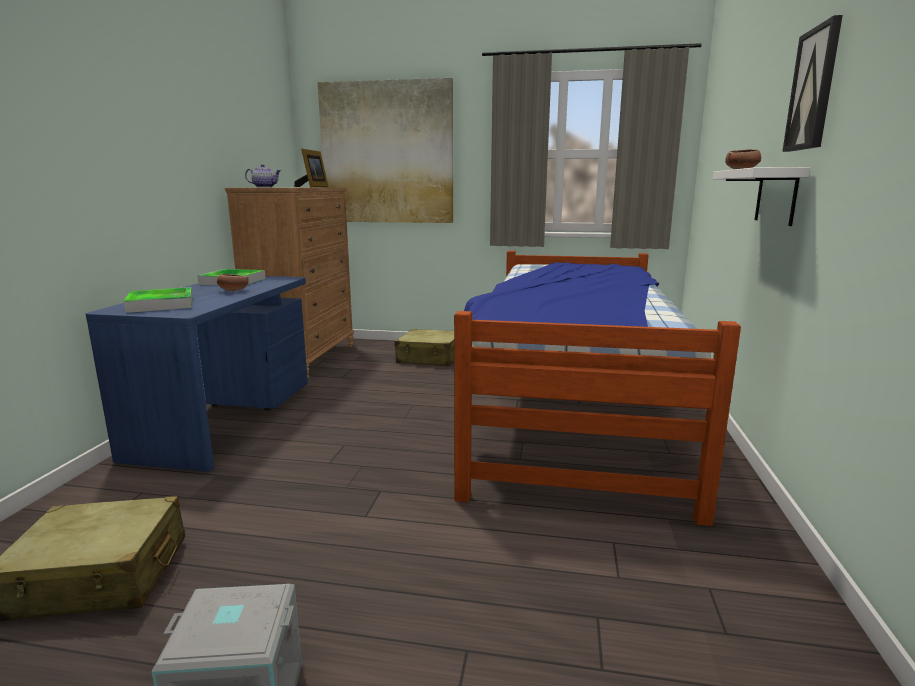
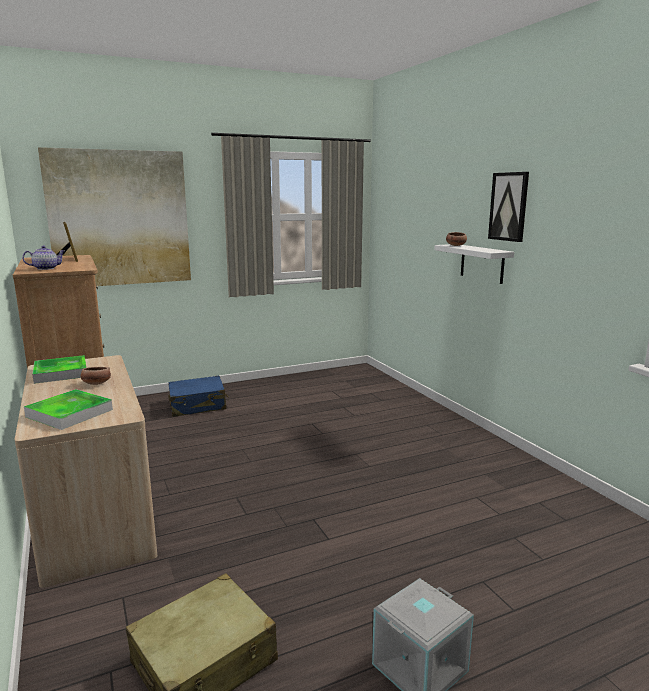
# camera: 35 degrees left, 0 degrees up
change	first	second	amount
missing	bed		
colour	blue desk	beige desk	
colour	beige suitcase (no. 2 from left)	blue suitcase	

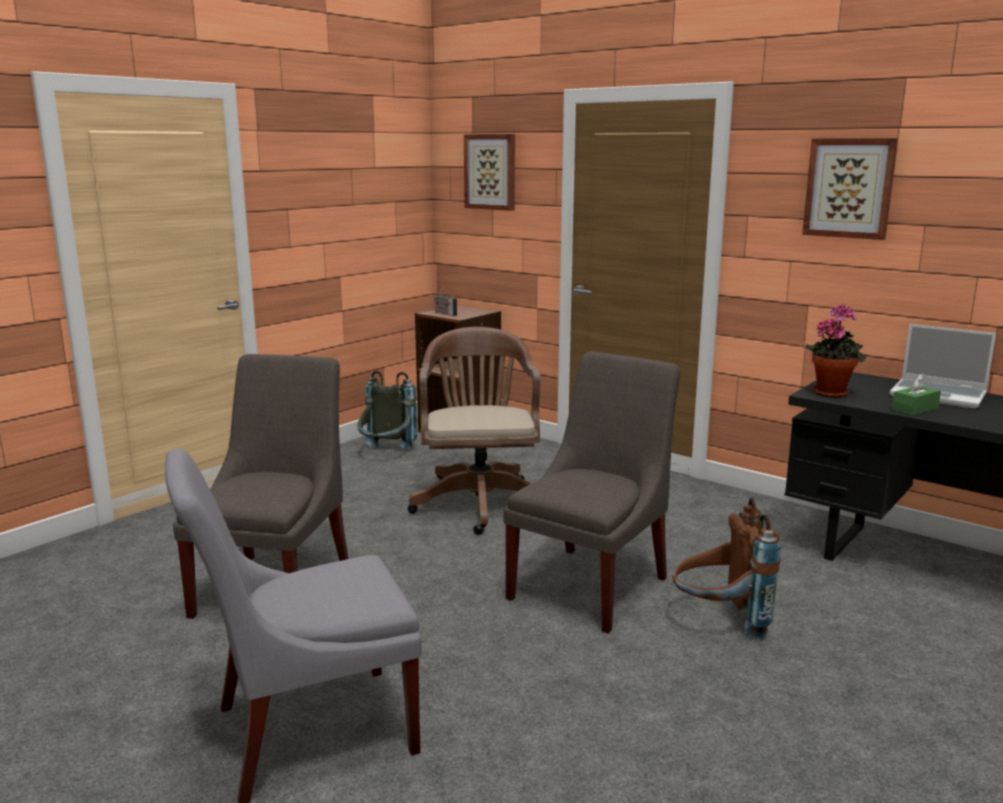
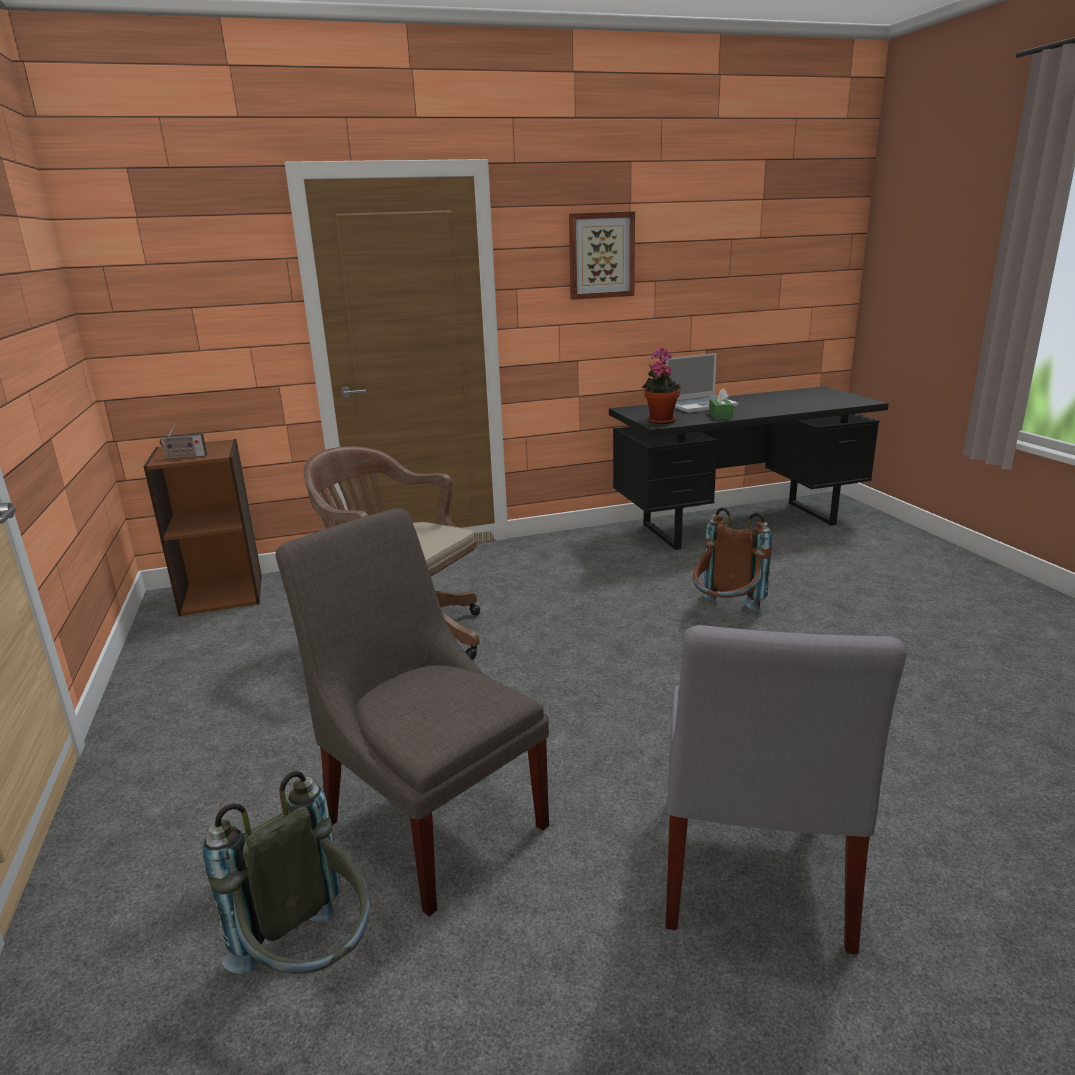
# camera: 55 degrees left, 5 degrees up
change	first	second	amount
missing	picture (no. 1 from left)		
missing	grey chair (no. 3 from left)		
relocated	grey backpack		

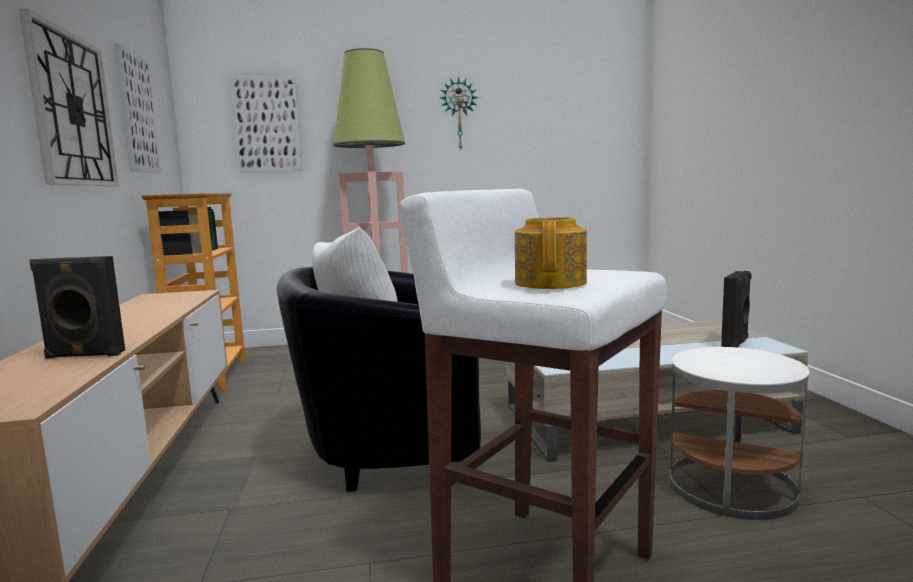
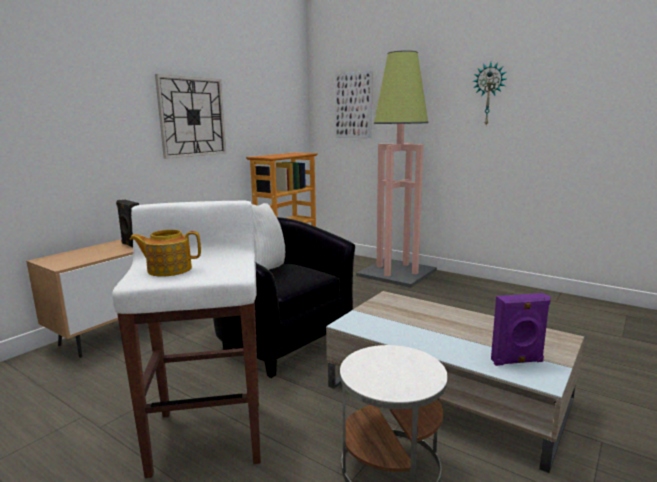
# camera: 45 degrees right, 5 degrees up
change	first	second	amount
missing	picture (no. 1 from left)		
colour	black speaker (no. 2 from left)	purple speaker	
spun	teapot		150 degrees counterclockwise

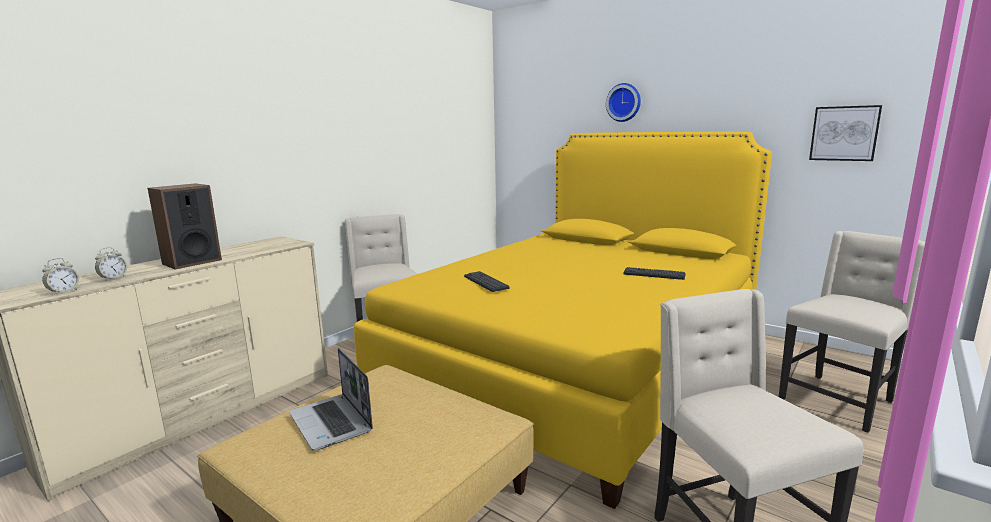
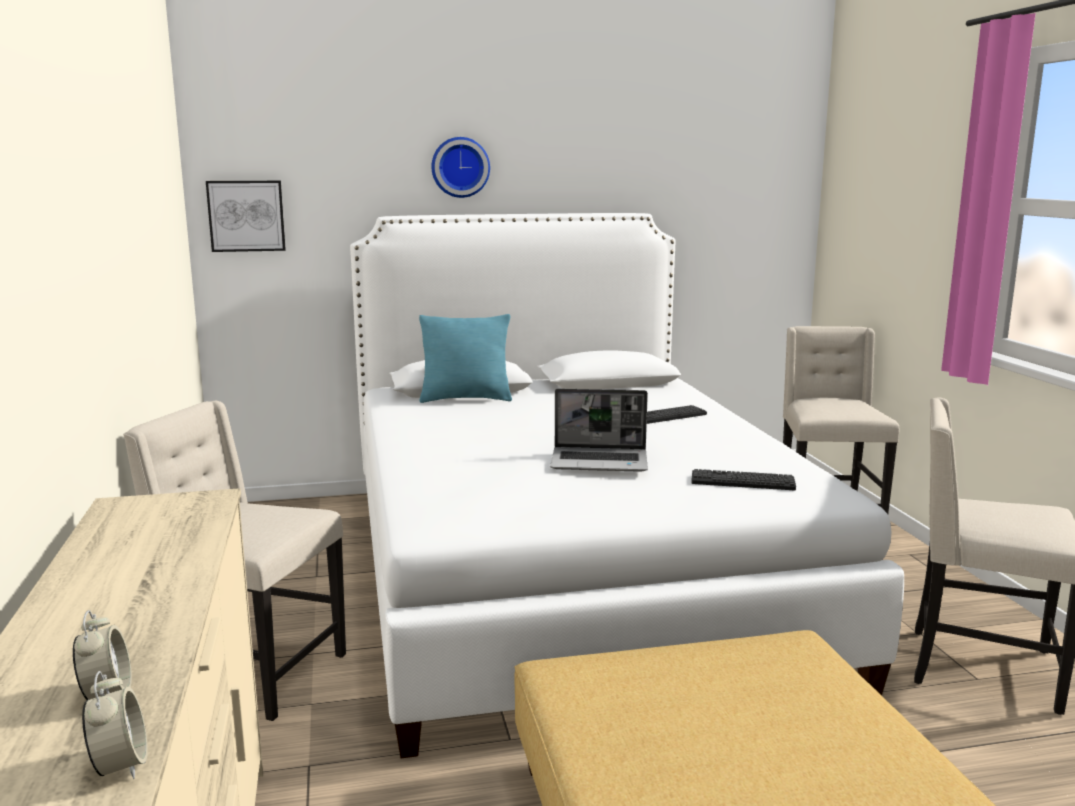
# camera: 50 degrees left, 0 degrees up
change	first	second	amount
missing	speaker		
appeared		turquoise pillow	
relocated	laptop		
relocated	keyboard (no. 1 from left in the first image)	keyboard (no. 2 from left)	
relocated	picture		
colour	yellow bed	white bed	

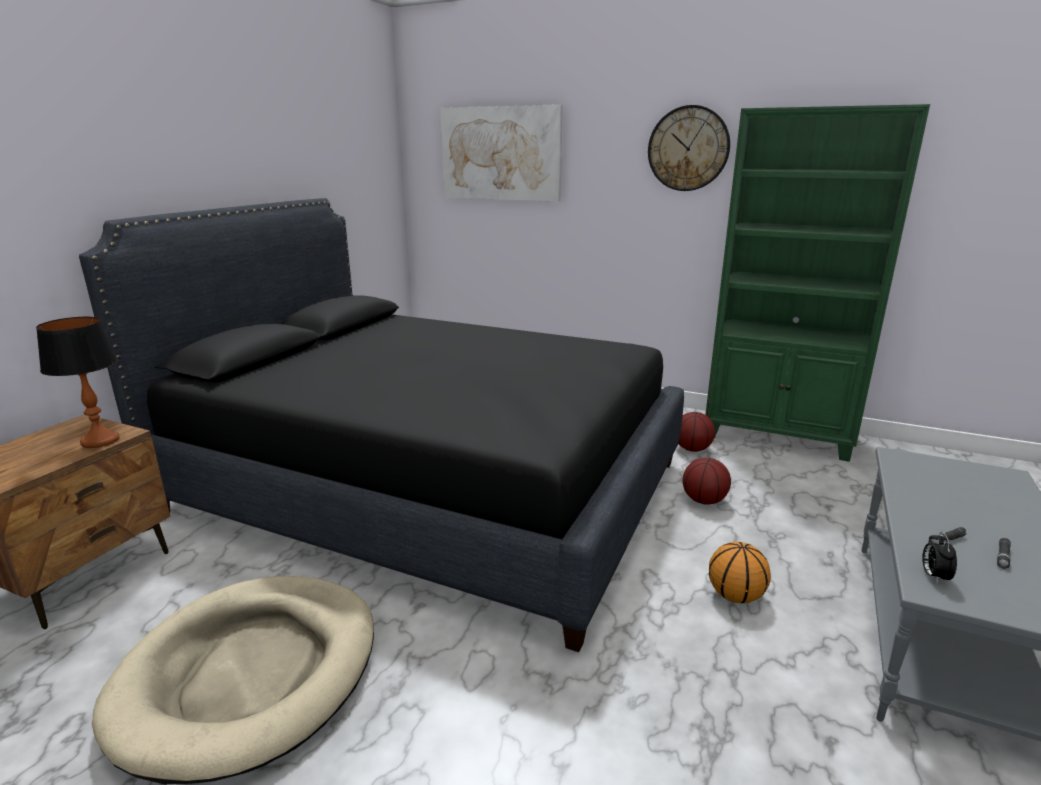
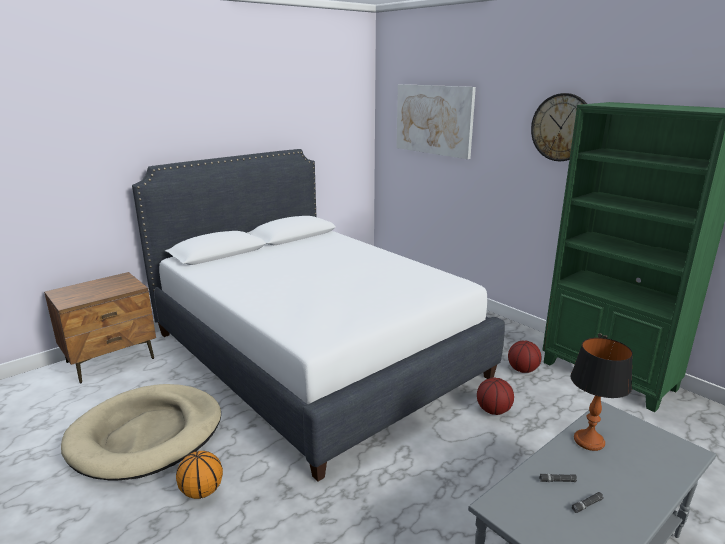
# camera: 25 degrees right, 0 degrees up
change	first	second	amount
missing	alarm clock		
relocated	table lamp		
relocated	basketball (no. 3 from left in the first image)	basketball (no. 1 from left)	
colour	black bed	white bed	

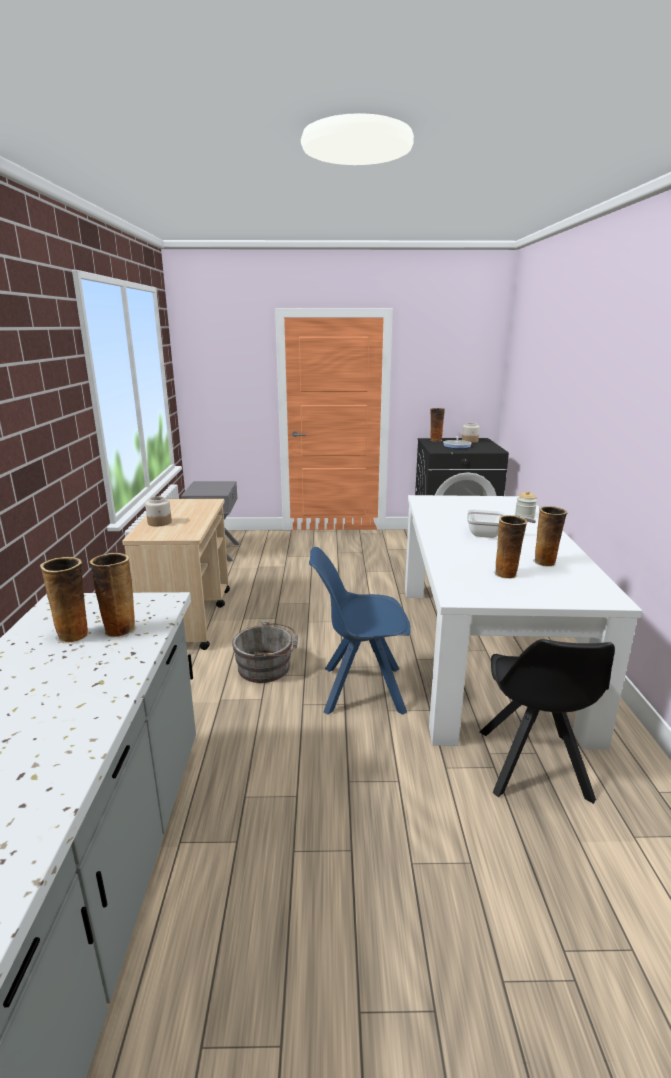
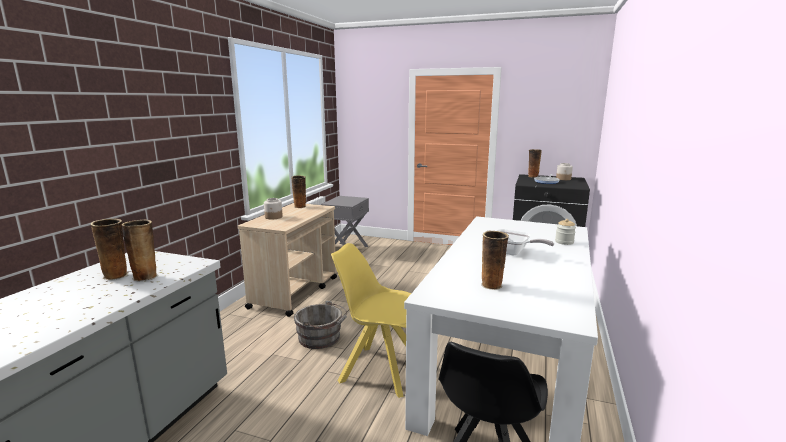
# camera: 20 degrees right, 5 degrees down
change	first	second	amount
relocated	vase (no. 5 from left in the first image)	vase (no. 3 from left)	
colour	blue chair	yellow chair	

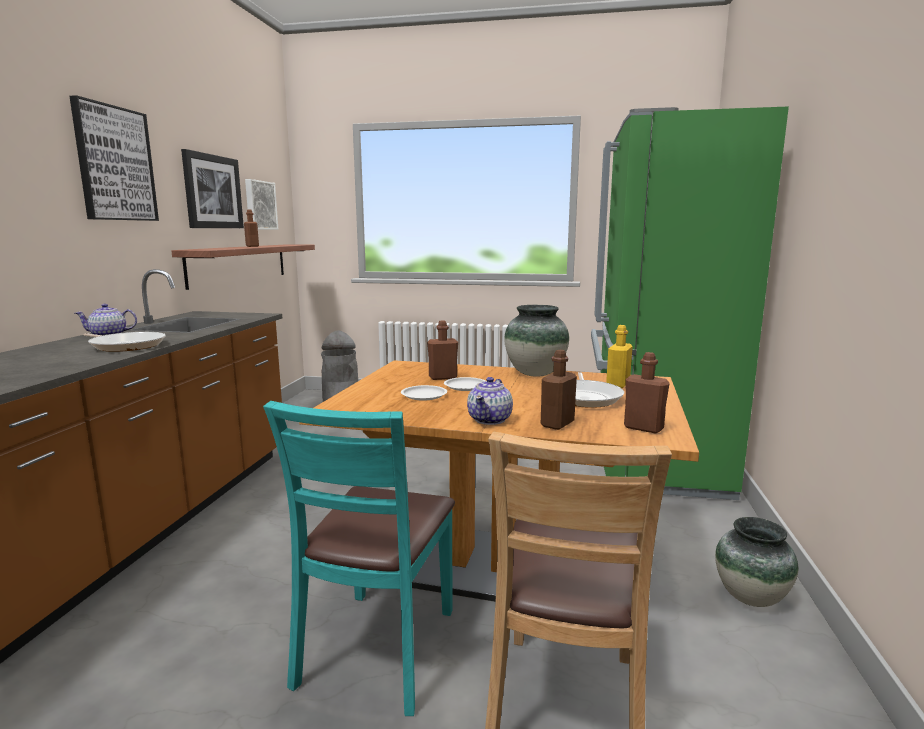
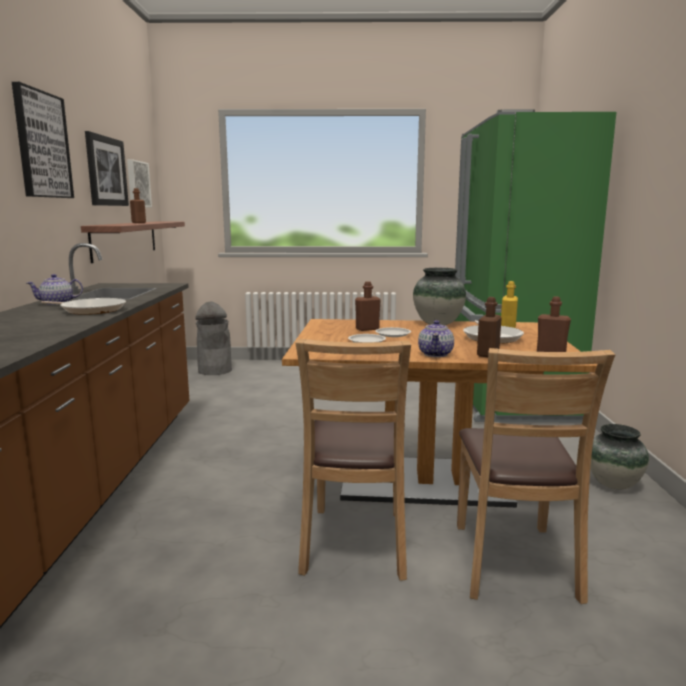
# camera: 10 degrees left, 0 degrees up
change	first	second	amount
colour	turquoise chair	brown chair (no. 1 from left)	

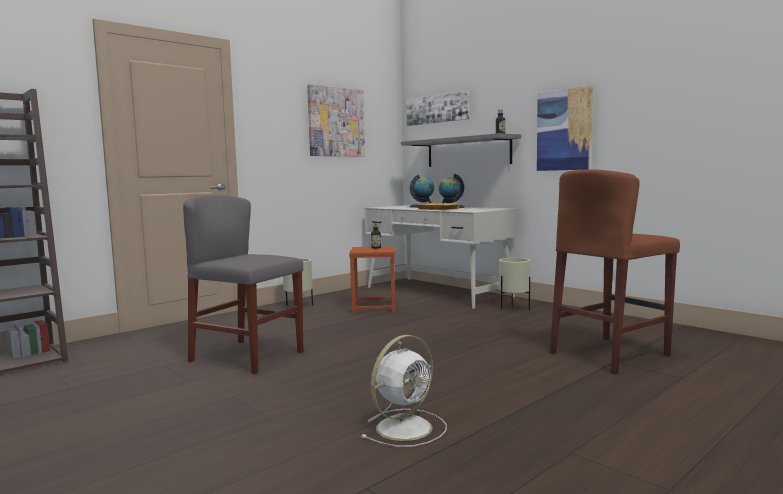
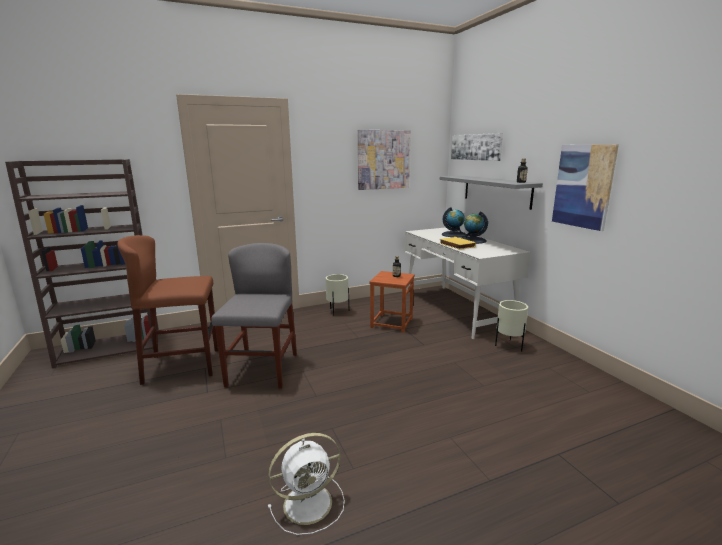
# camera: 20 degrees right, 10 degrees up
change	first	second	amount
relocated	brown stool (no. 2 from left in the first image)	brown stool (no. 1 from left)	
spun	grey chair		45 degrees clockwise

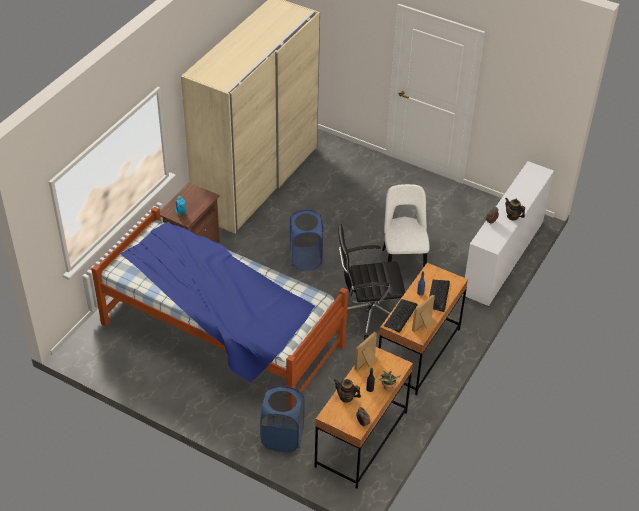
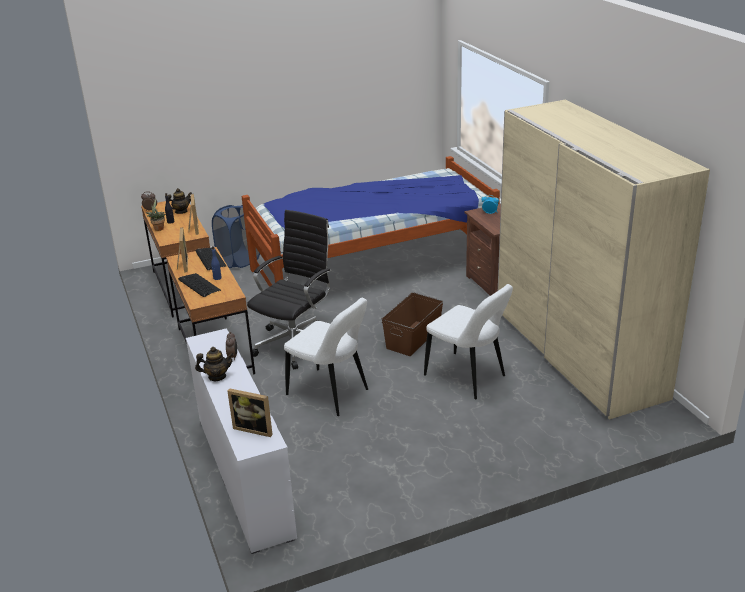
# camera: 130 degrees right, 15 degrees down
change	first	second	amount
appeared		picture frame (no. 3 from left)	
appeared		white chair (no. 2 from left)	
exchanged	blue laundry basket (no. 2 from left)	brown storage box	

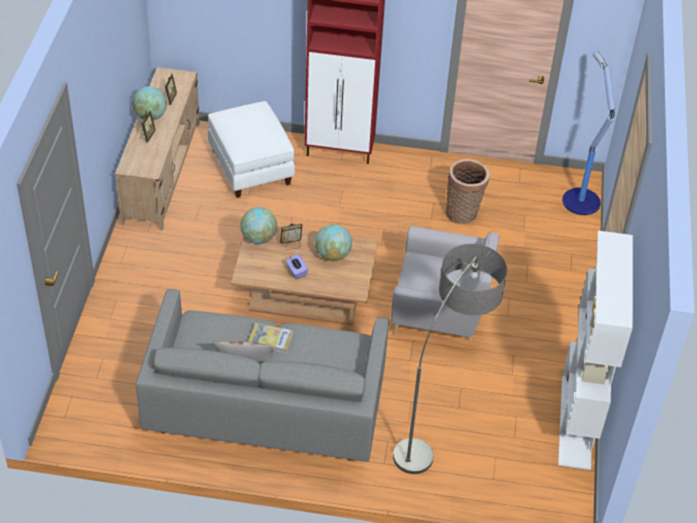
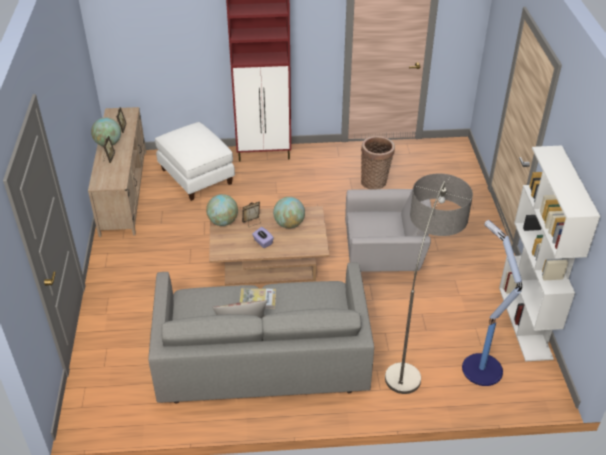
# camera: 10 degrees left, 5 degrees down
change	first	second	amount
relocated	floor lamp (no. 2 from left)		

